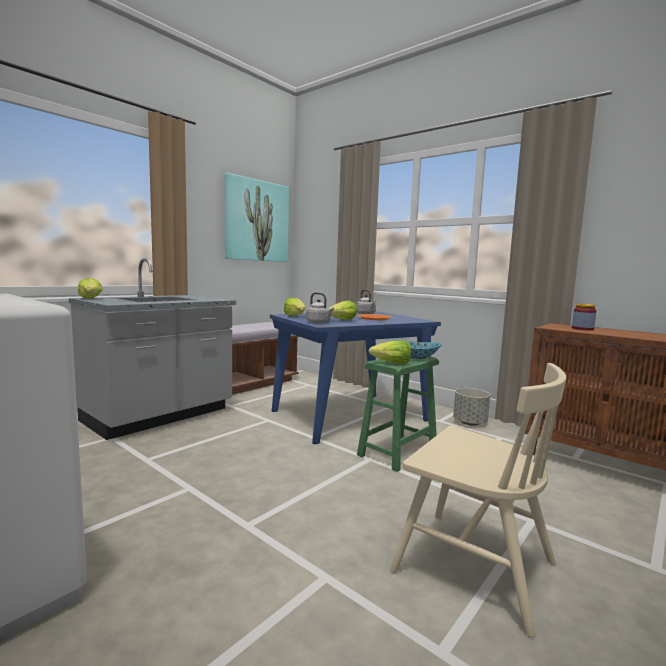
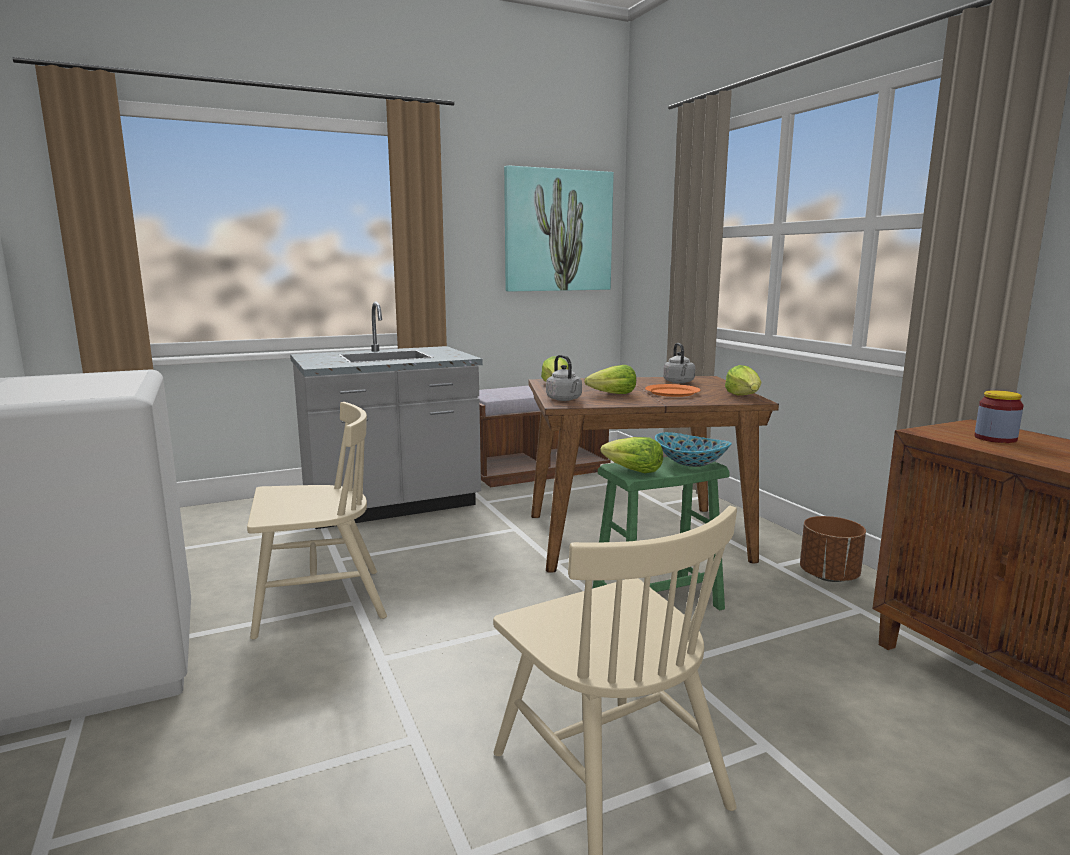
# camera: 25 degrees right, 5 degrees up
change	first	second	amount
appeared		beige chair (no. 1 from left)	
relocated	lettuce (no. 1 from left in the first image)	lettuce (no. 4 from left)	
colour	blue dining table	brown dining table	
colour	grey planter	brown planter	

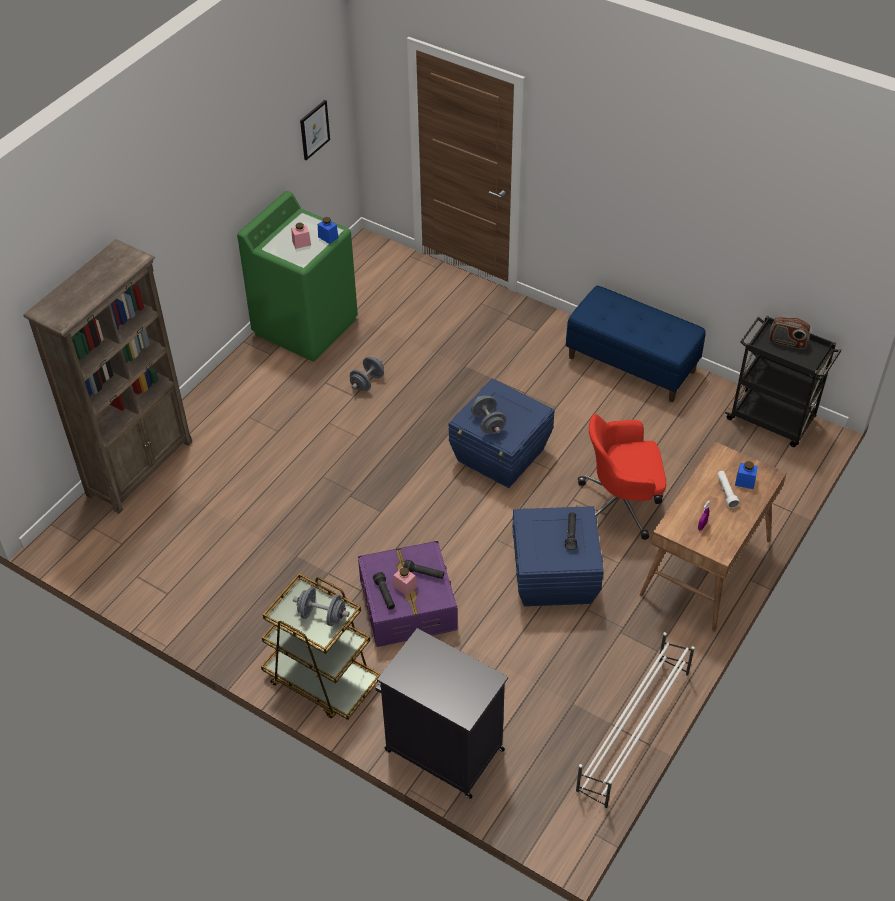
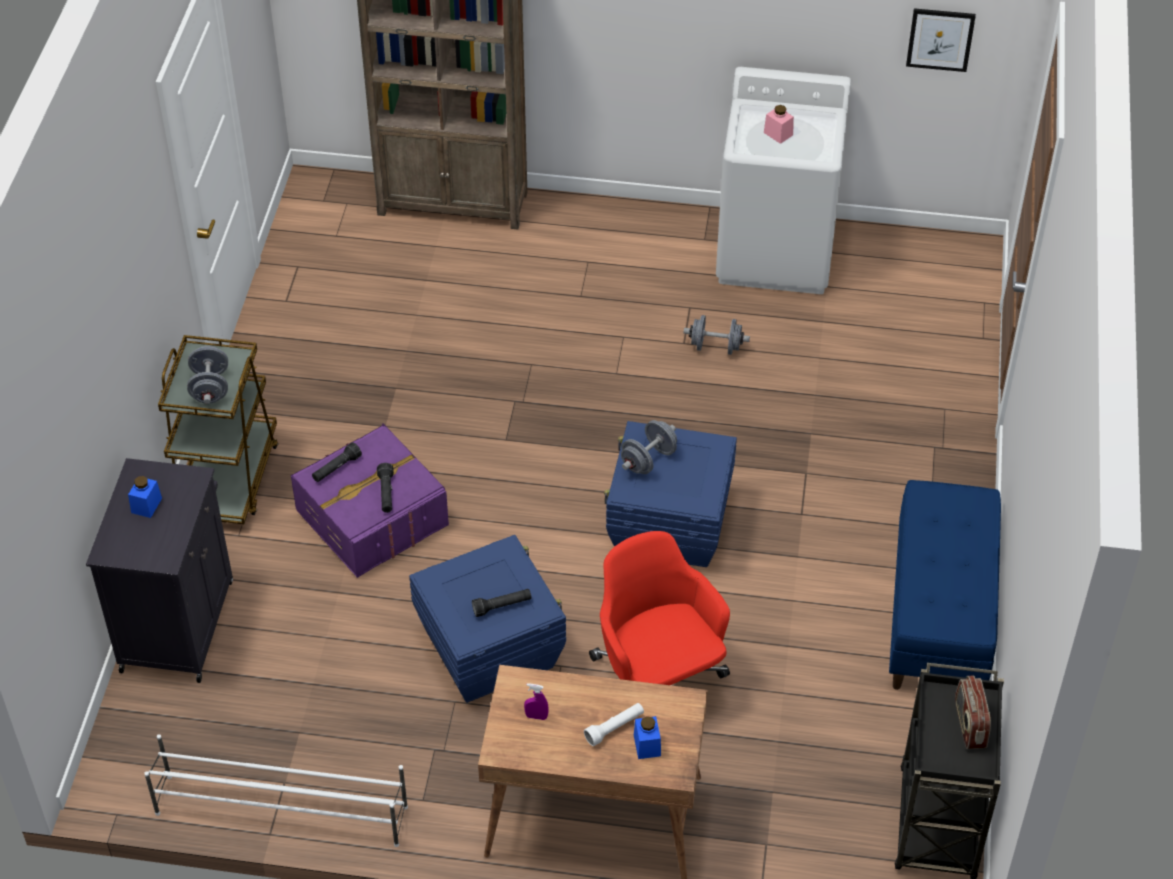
# camera: 65 degrees right, 0 degrees up
change	first	second	amount
missing	pink jar (no. 2 from left)		
relocated	blue jar (no. 1 from left)		
colour	green washing machine	white washing machine	

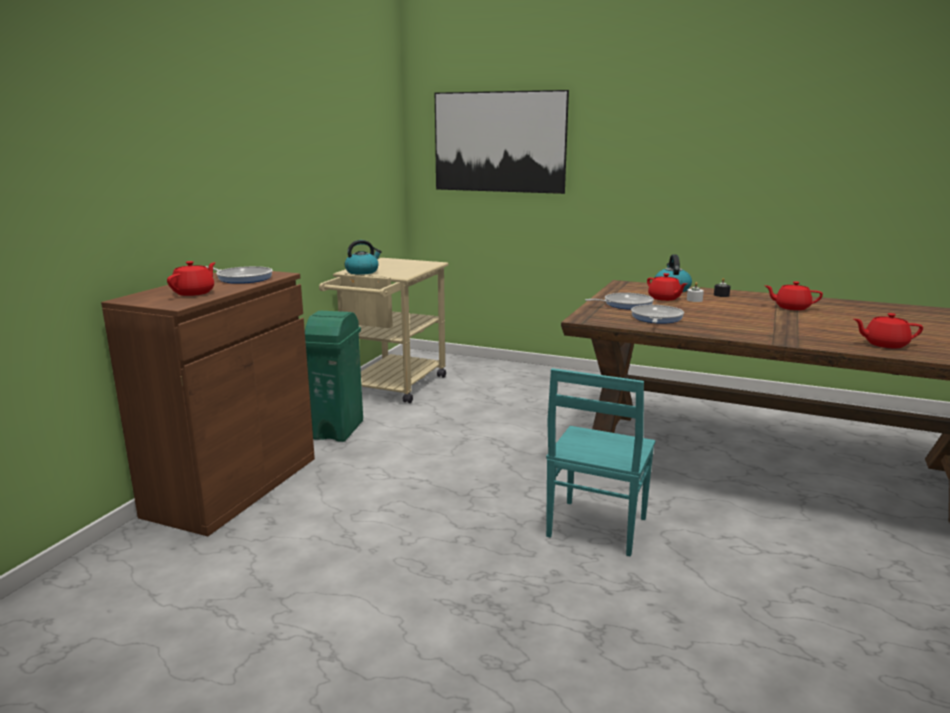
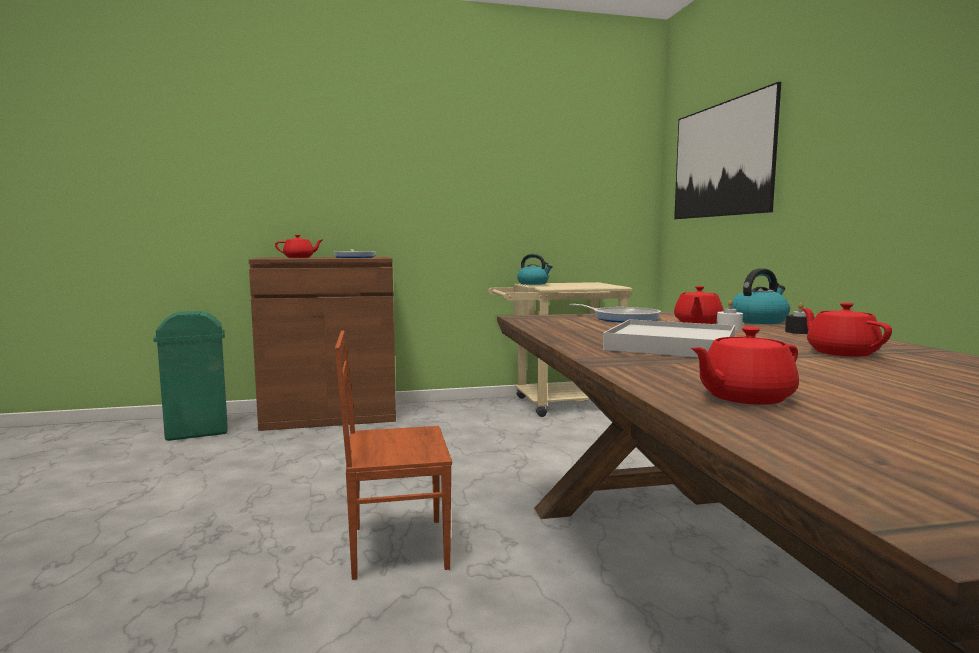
# camera: 55 degrees right, 10 degrees down
change	first	second	amount
missing	frying pan (no. 3 from left)		
appeared		white tray	
relocated	green trash can		
colour	turquoise chair	brown chair	
spun	red teapot (no. 4 from left in the first image)	red teapot (no. 3 from left)	90 degrees counterclockwise

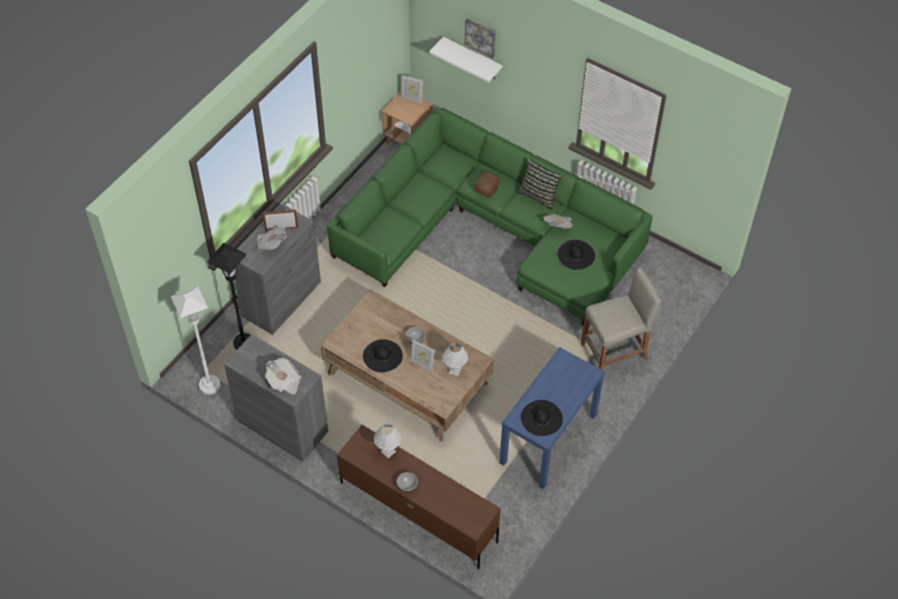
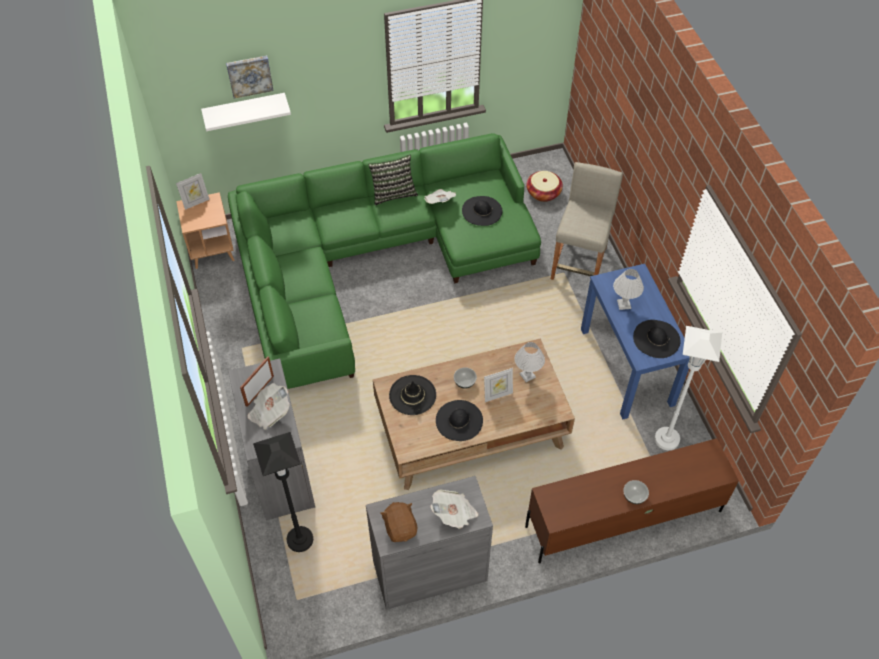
# camera: 50 degrees left, 0 degrees up
change	first	second	amount
appeared		black hat (no. 1 from left)	
appeared		basket	
relocated	white floor lamp		
relocated	white table lamp (no. 1 from left in the first image)	white table lamp (no. 2 from left)	
relocated	brown plush toy		

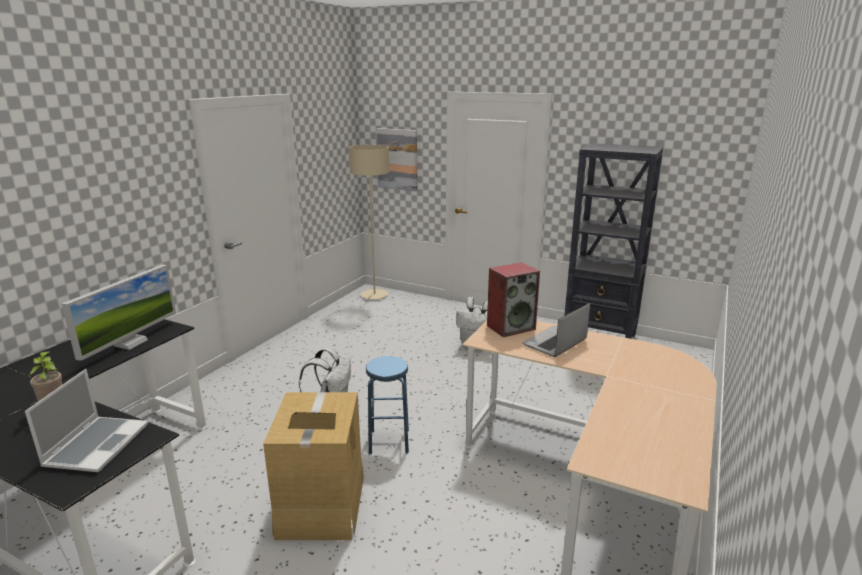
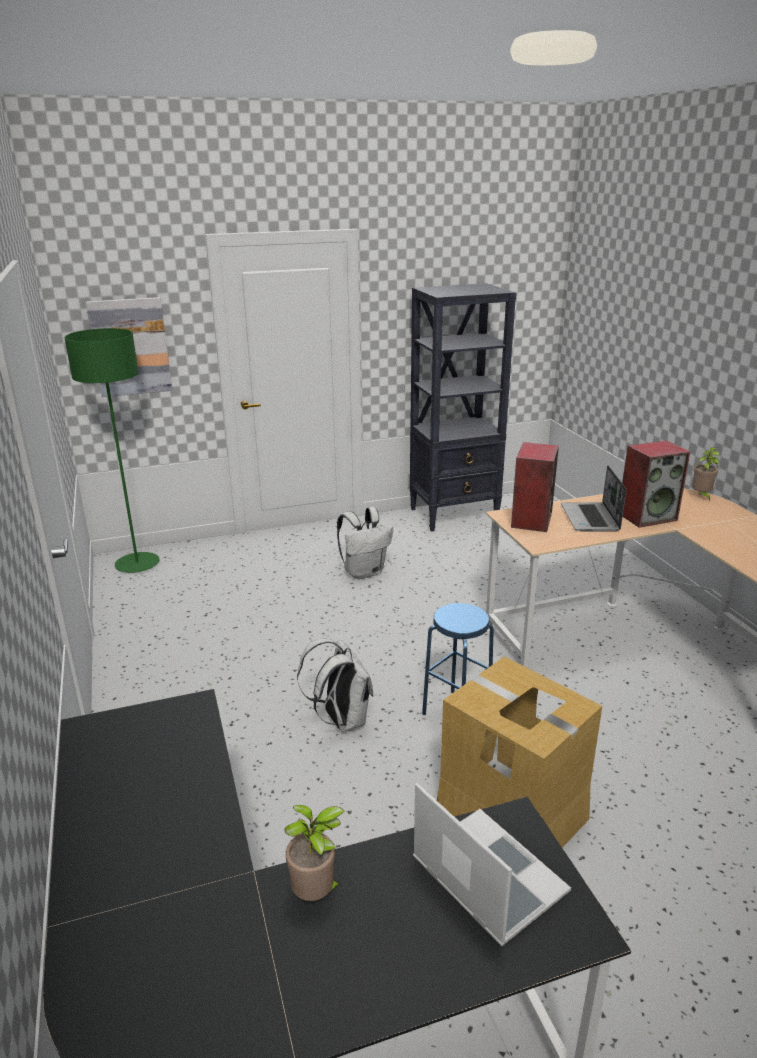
# camera: 45 degrees left, 5 degrees up
change	first	second	amount
missing	monitor		
appeared		speaker (no. 2 from left)	
appeared		potted plant (no. 2 from left)	
colour	beige floor lamp	green floor lamp	

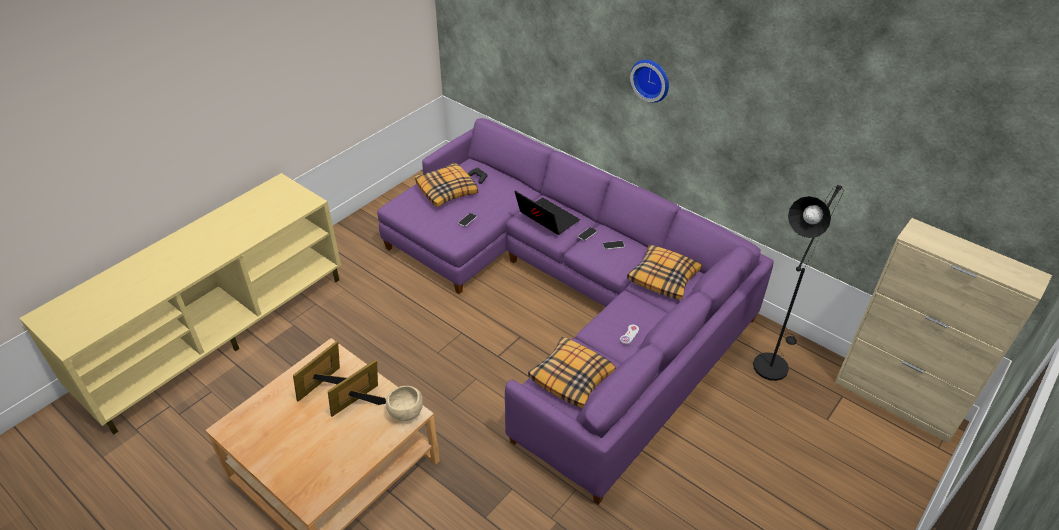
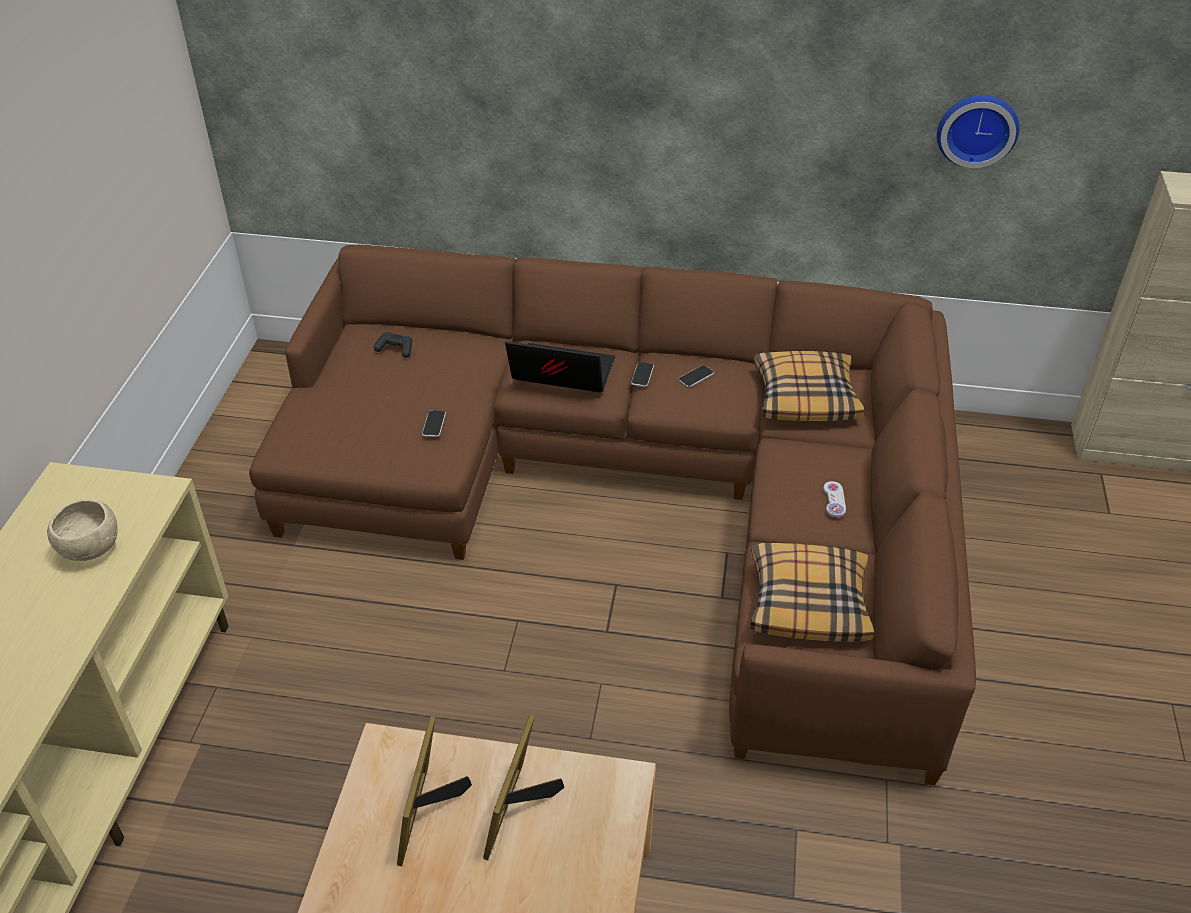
# camera: 30 degrees left, 0 degrees up
change	first	second	amount
missing	pillow (no. 1 from left)		
missing	black floor lamp		
relocated	beige bowl		
relocated	wall clock		
colour	purple sofa	brown sofa	

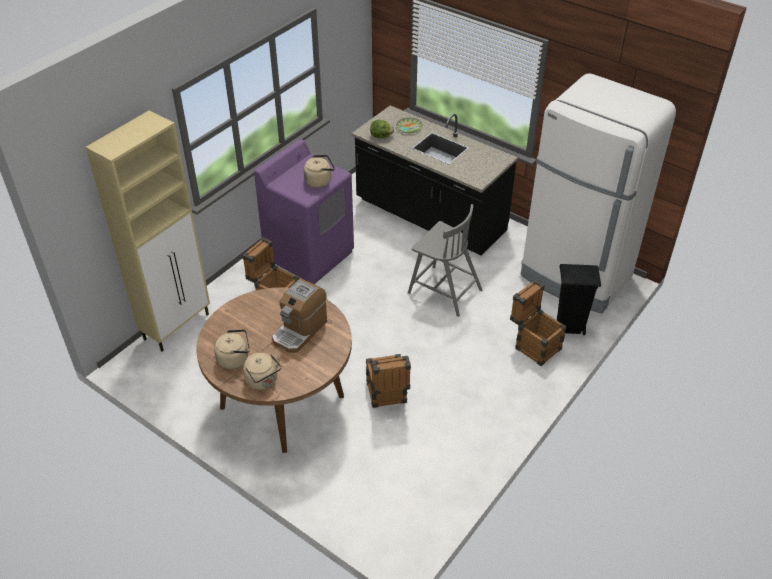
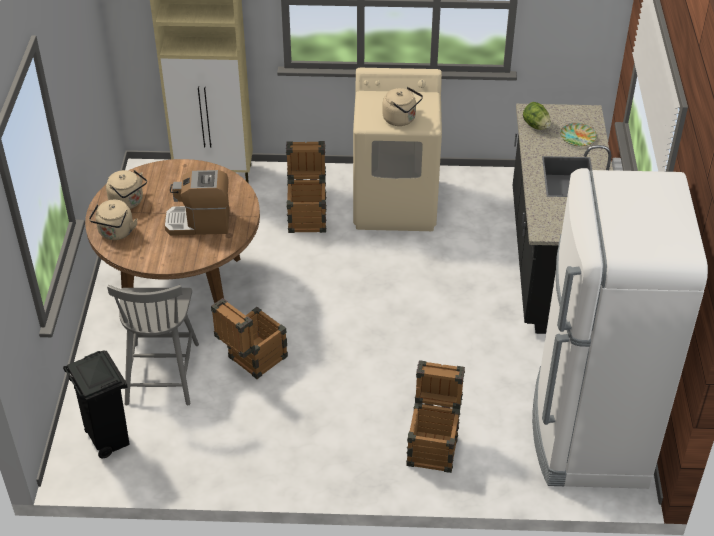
# camera: 55 degrees right, 0 degrees up
change	first	second	amount
relocated	grey chair		
relocated	black trash can		
colour	purple washing machine	beige washing machine	

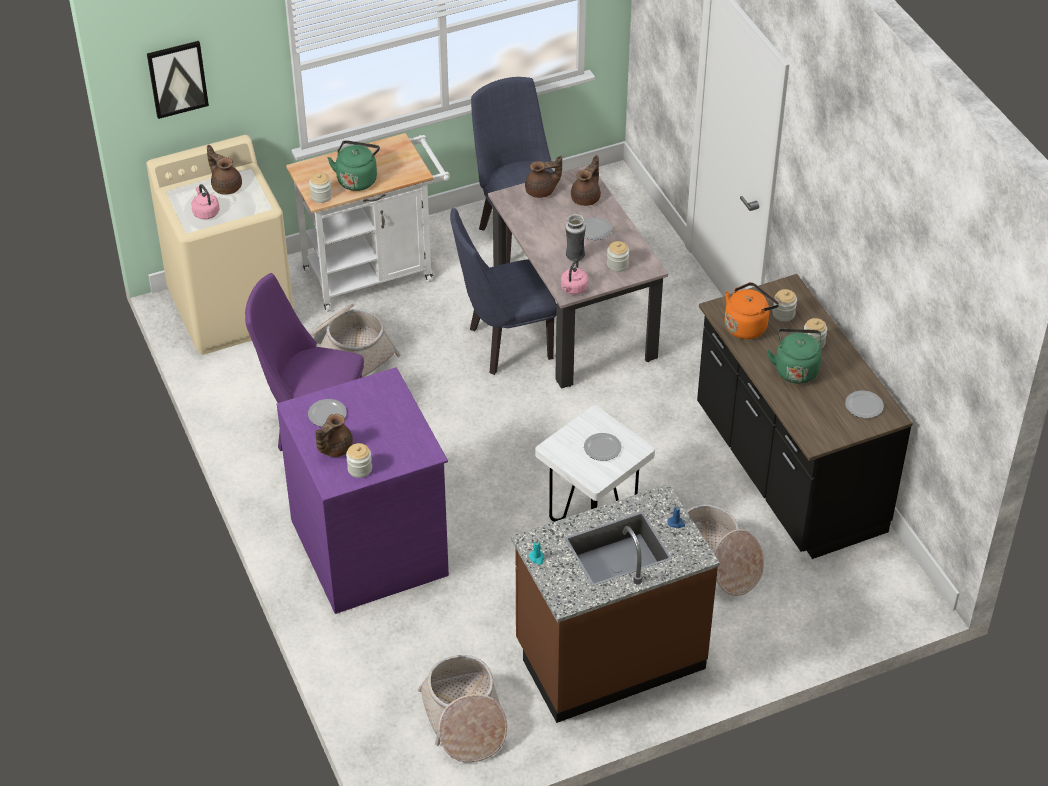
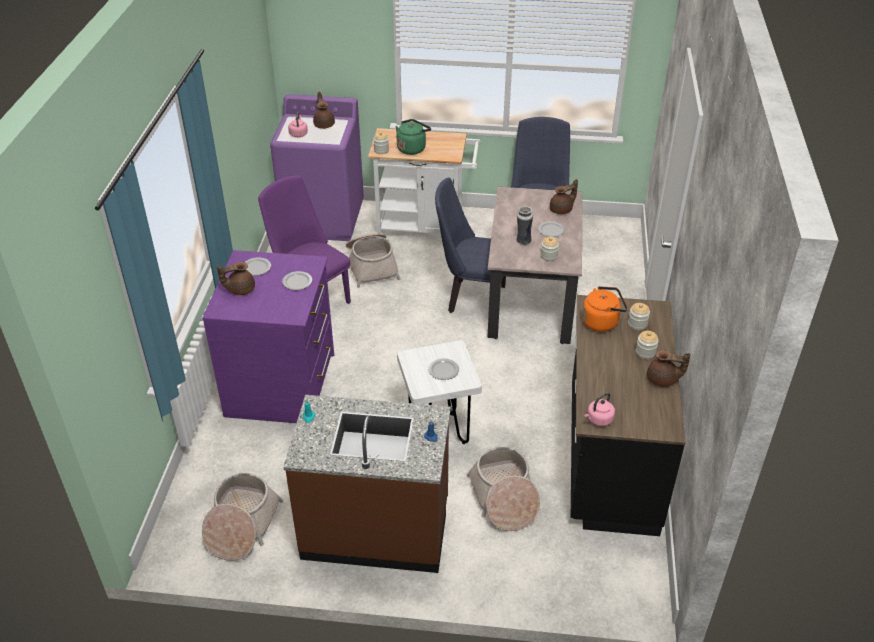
# camera: 30 degrees right, 5 degrees down
change	first	second	amount
missing	picture		
missing	jar (no. 2 from left)		
missing	green kettle (no. 2 from left)		
relocated	brown teapot (no. 3 from left in the first image)	brown teapot (no. 4 from left)	
relocated	pink kettle (no. 2 from left)		
relocated	plate (no. 4 from left in the first image)	plate (no. 2 from left)	
colour	beige washing machine	purple washing machine	

